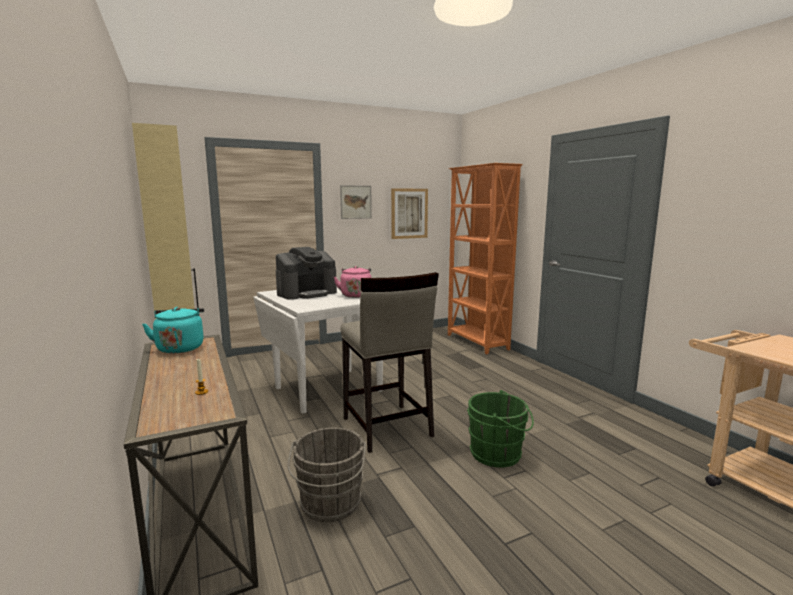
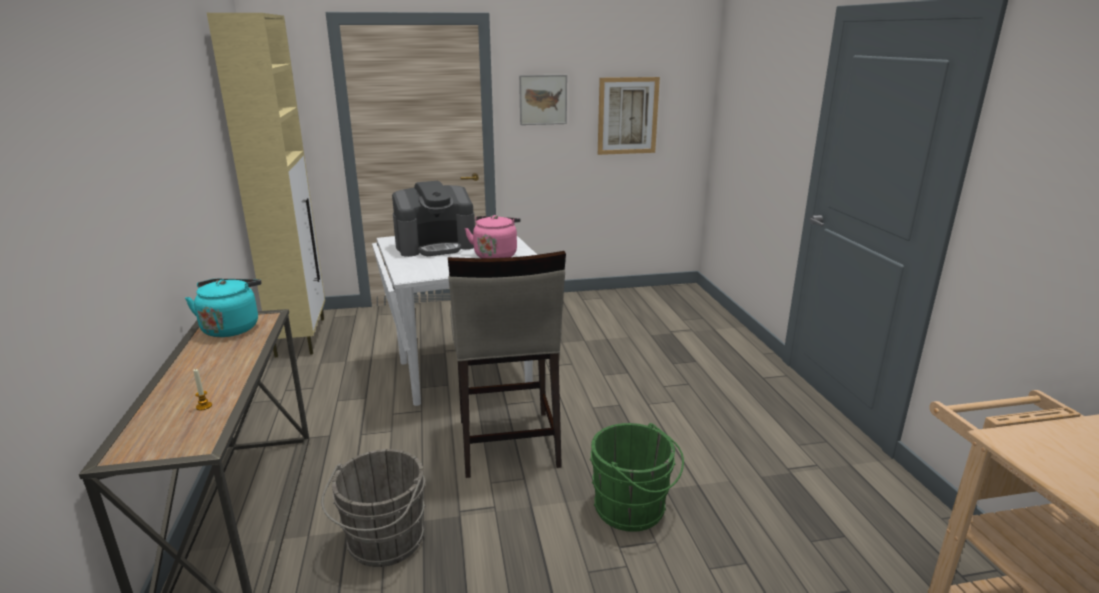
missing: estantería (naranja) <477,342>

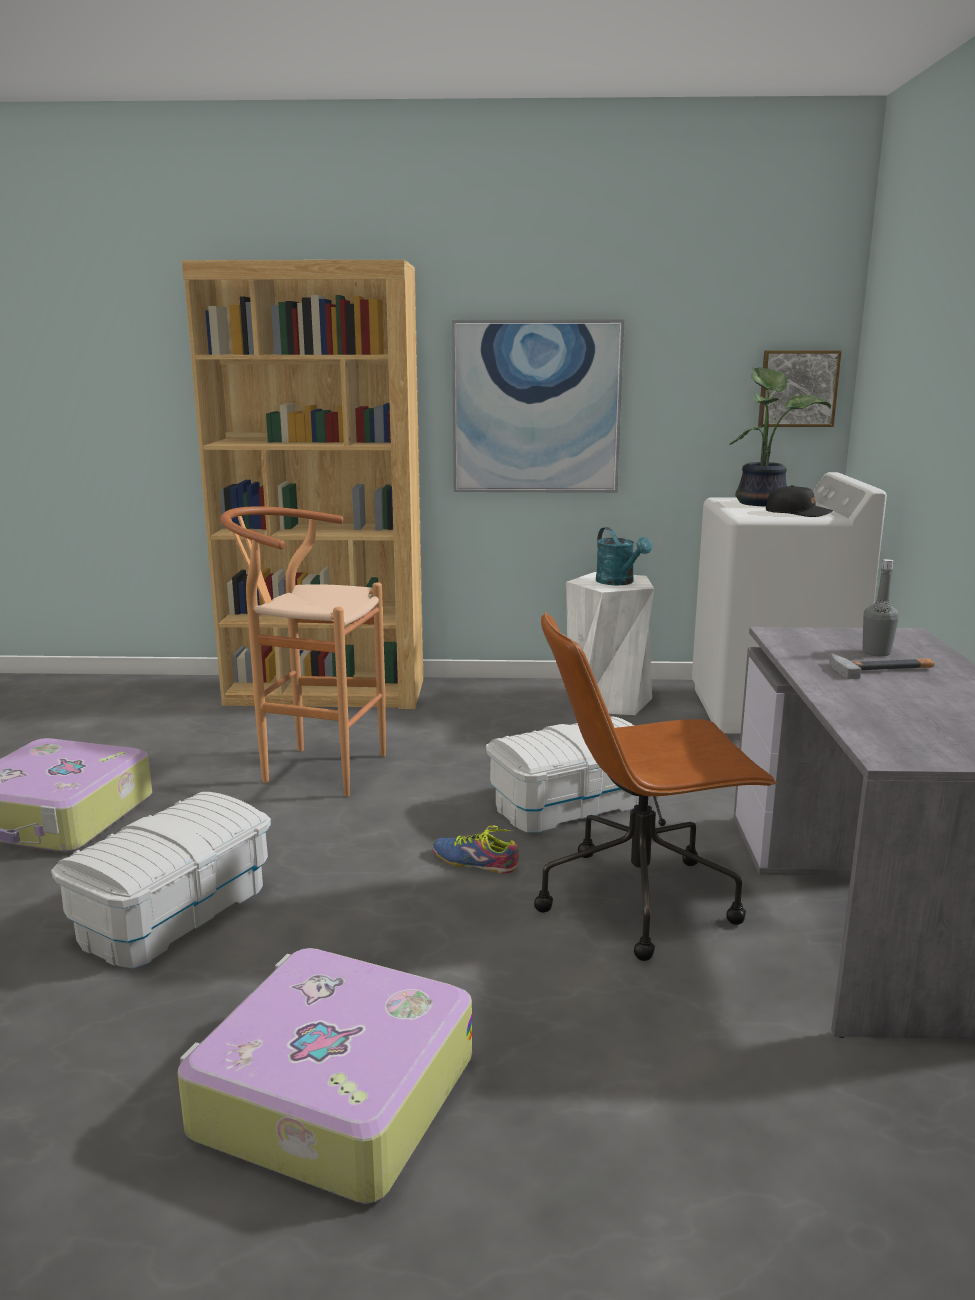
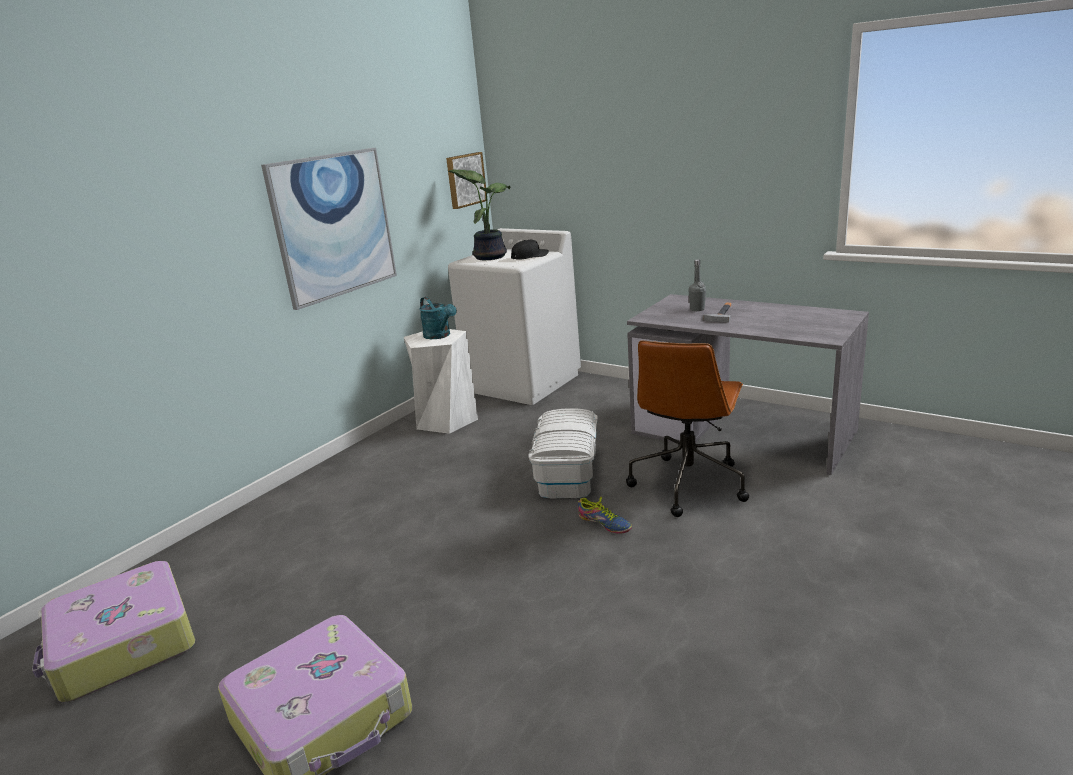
missing: caja de almacenaje (blanco) <173,912>; estantería (marrón) <326,693>; taburete (marrón) <313,768>
relocated: maleta <331,1096> to <122,645>
spun: zapato <474,862> = <604,523> 105 degrees counterclockwise; regadera (turquesa) <619,582> = <440,336> 45 degrees clockwise

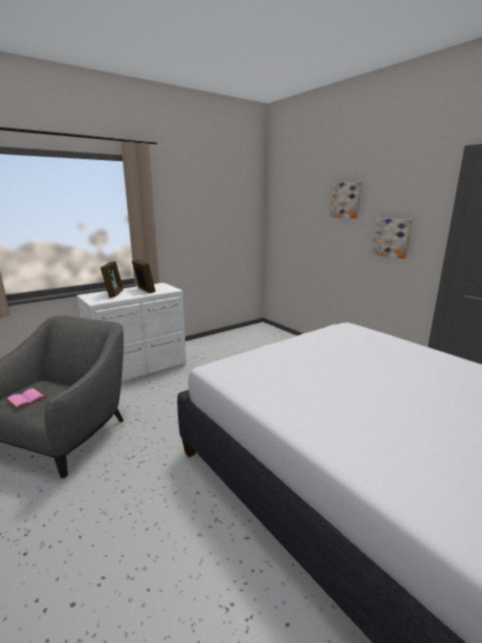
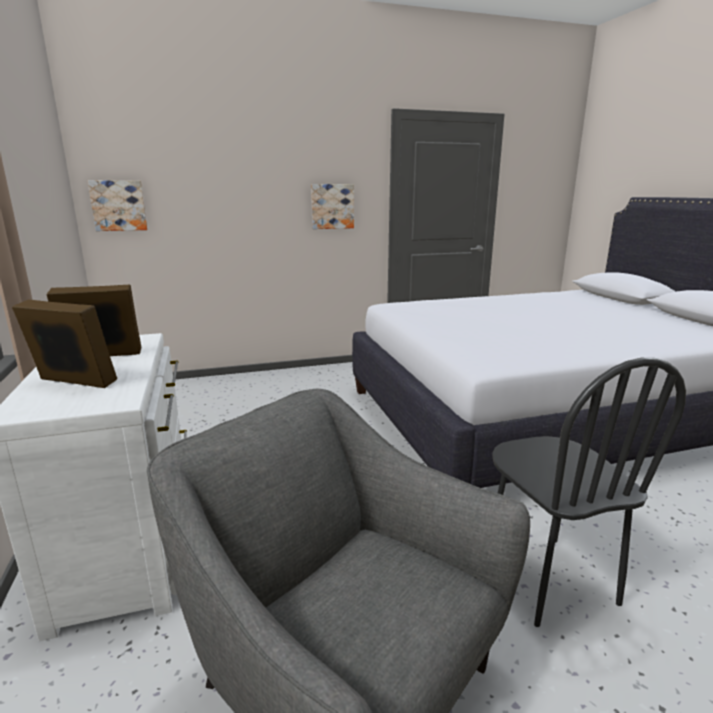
missing: libro (rosa) <26,400>
appeared: silla (negro) <548,578>
relocated: cuadro <346,200> to <119,205>

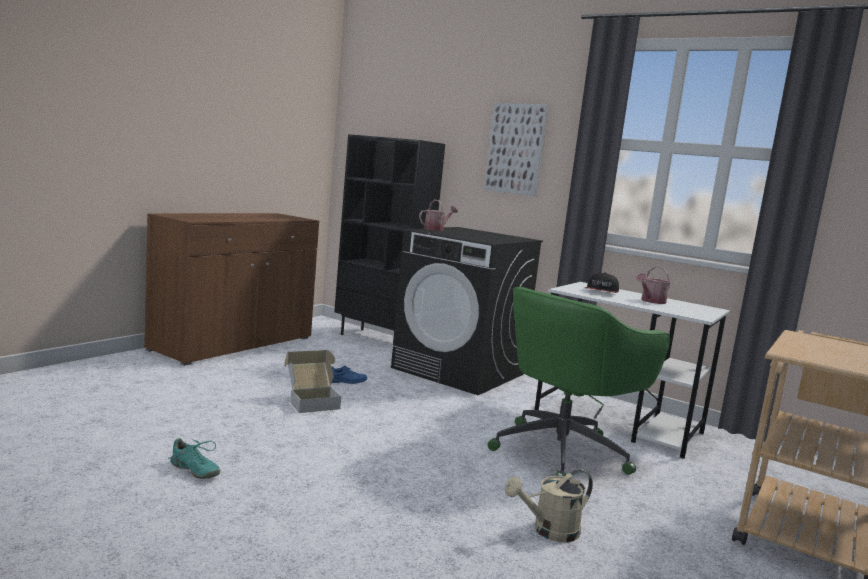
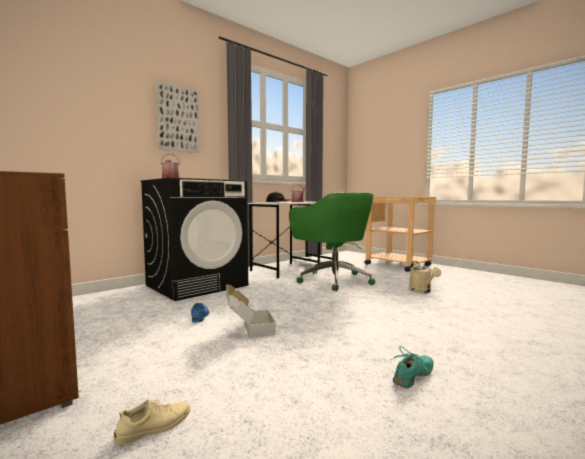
missing: estantería (negro) <379,339>
appeared: zapato (beis) <154,426>

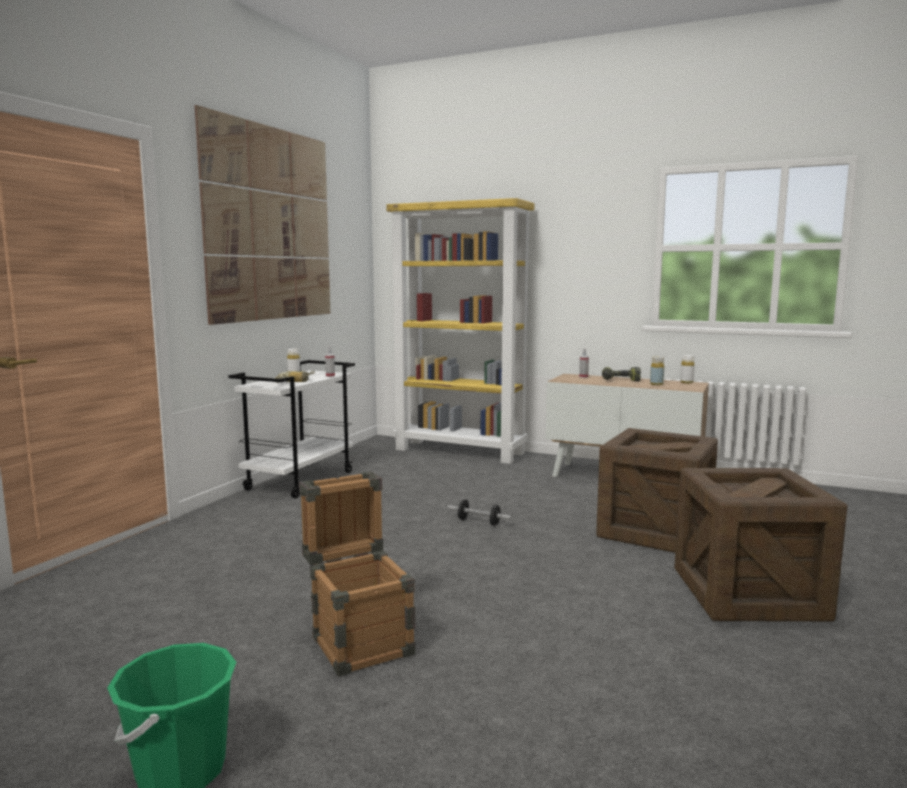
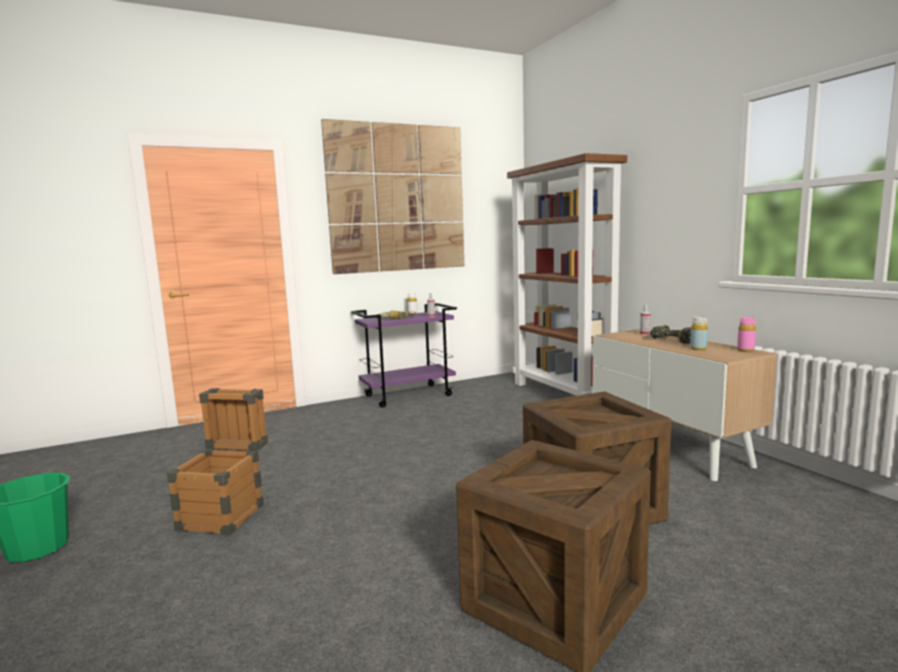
missing: mancuerna <479,522>
colour: carrito (blanco) <300,480> to carrito (morado) <408,395>; estantería (amarillo) <460,451> to estantería (marrón) <563,394>; botella (blanco) <686,382> to botella (rosa) <745,350>

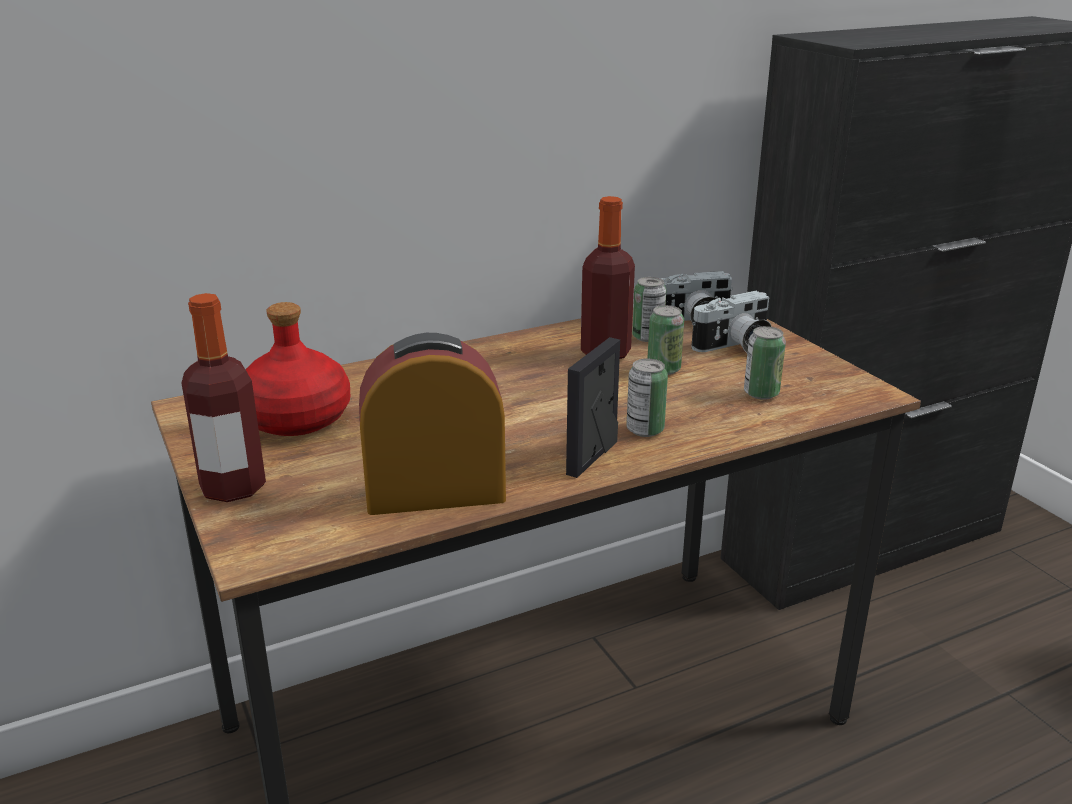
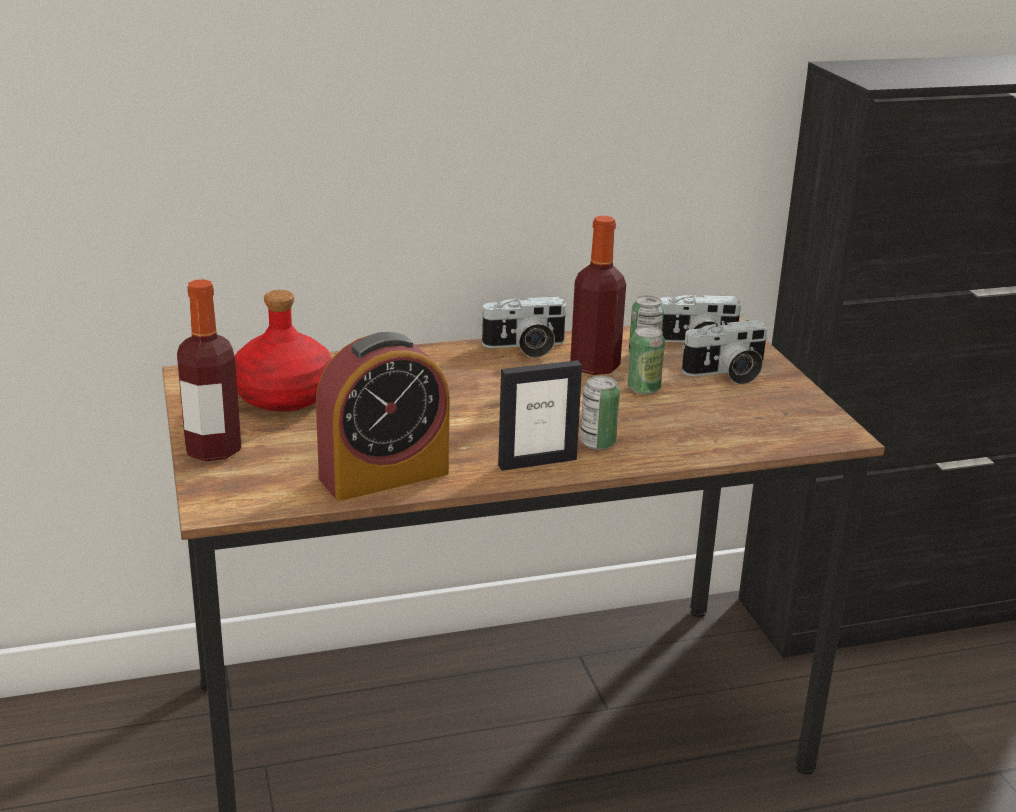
missing: lata <761,393>
appeared: cámara <525,348>
spun: despertador <435,493> = <384,475> 150 degrees clockwise; portarretratos <592,457> = <537,462> 150 degrees counterclockwise

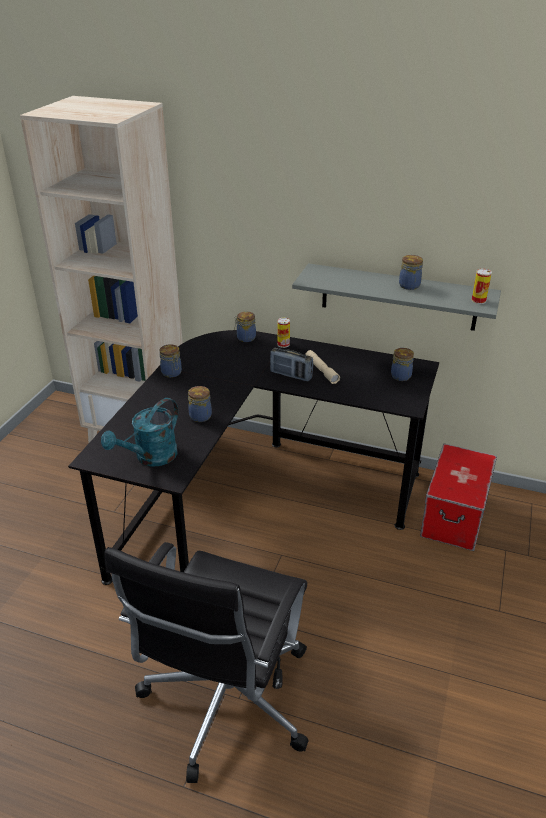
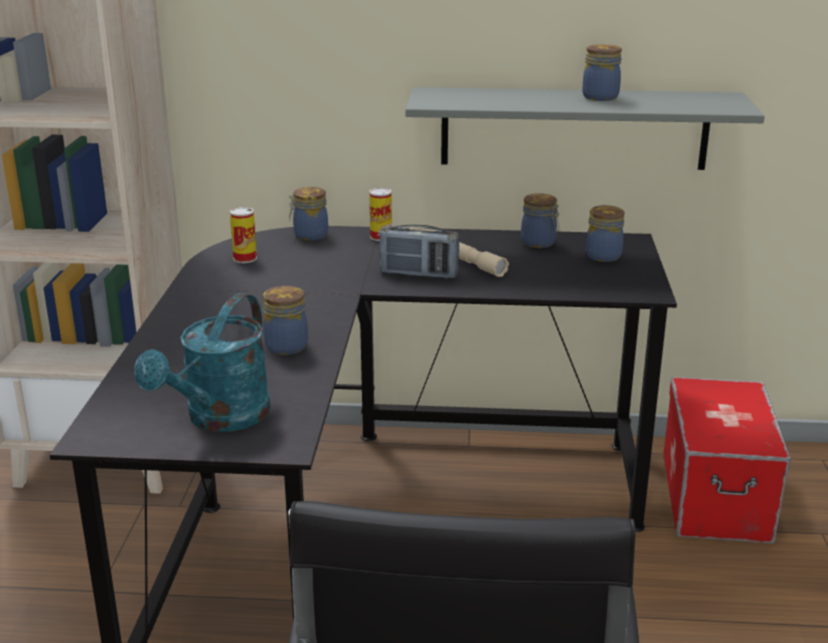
relocated: tarro <172,373> to <539,243>; lata <478,300> to <245,258>

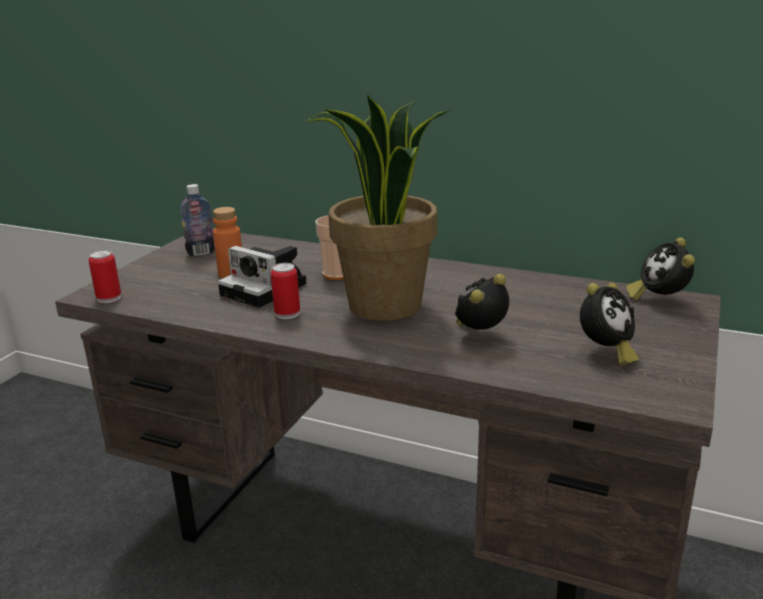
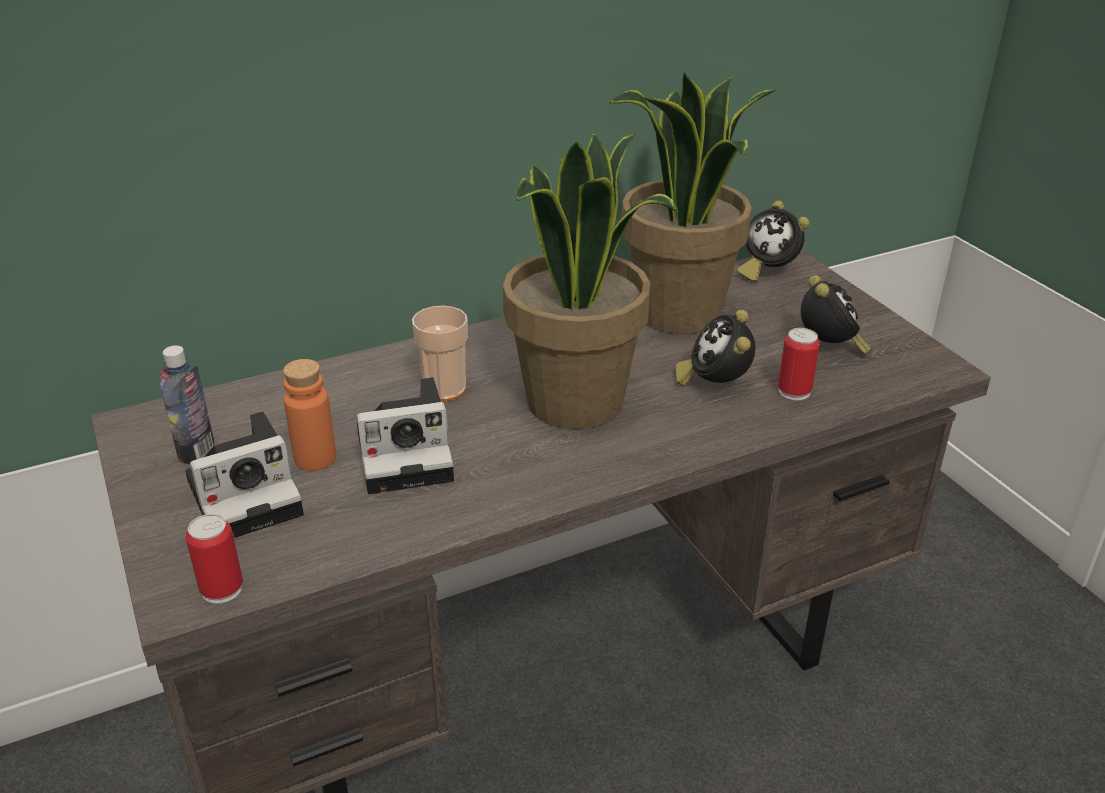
appeared: cámara <249,495>; planta en maceta <678,314>
relocated: lata <287,313> to <794,391>

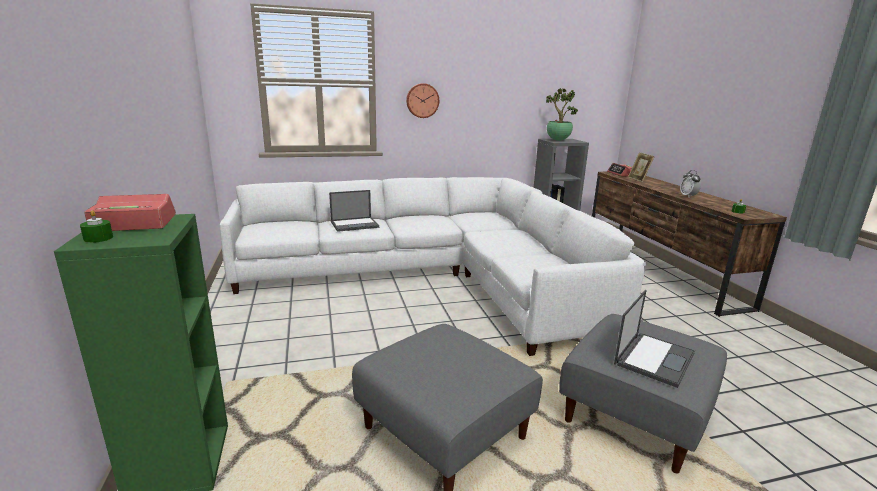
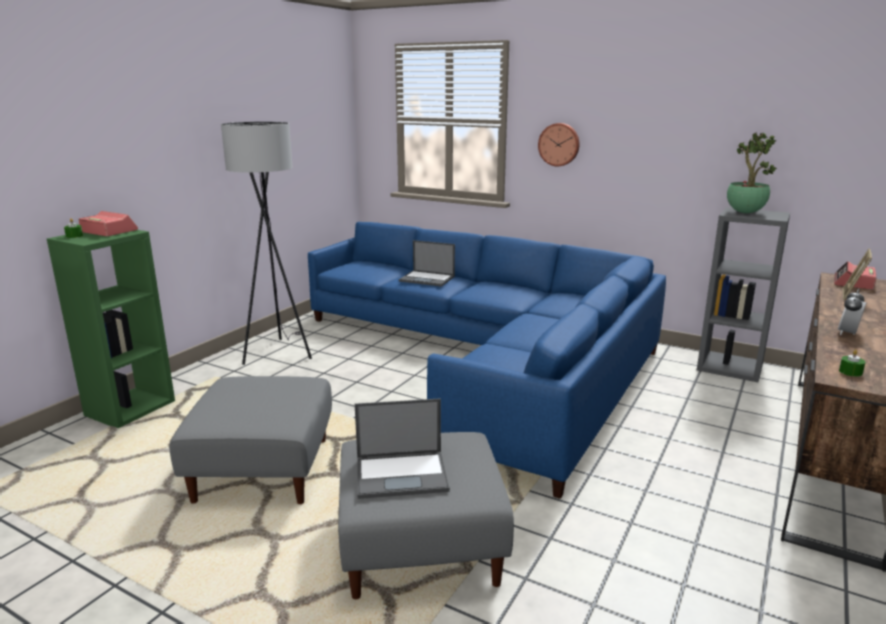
appeared: lámpara de pie (gris) <278,352>
colour: sofá (blanco) <432,277> to sofá (azul) <490,359>

